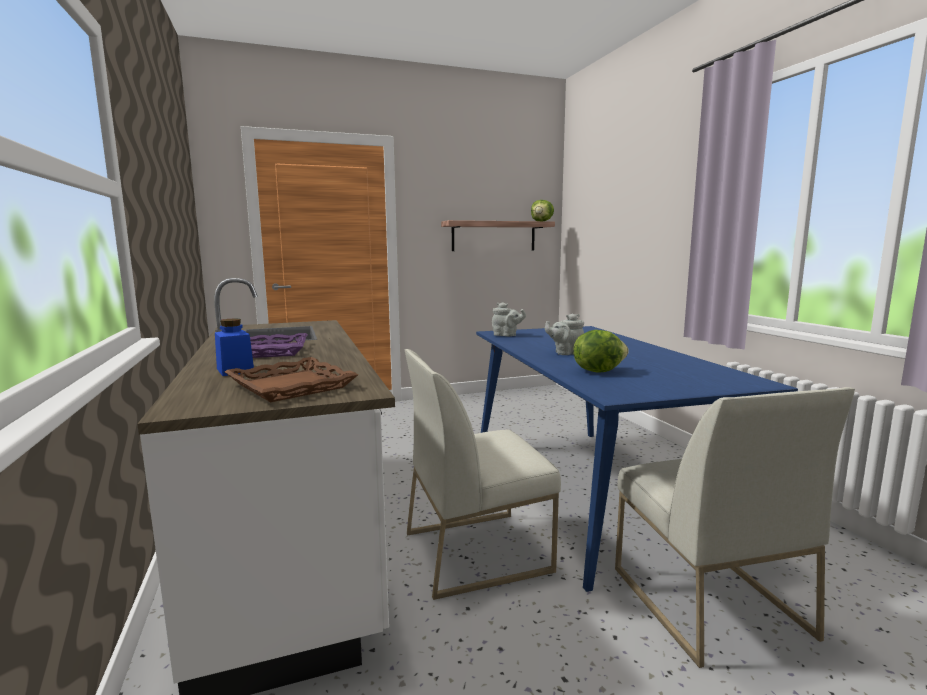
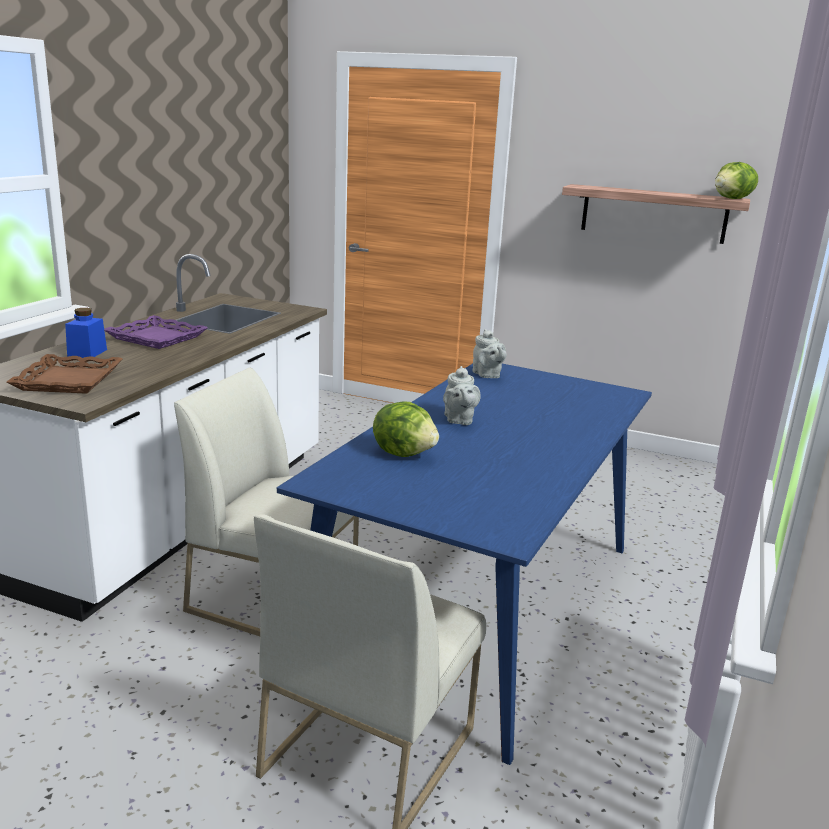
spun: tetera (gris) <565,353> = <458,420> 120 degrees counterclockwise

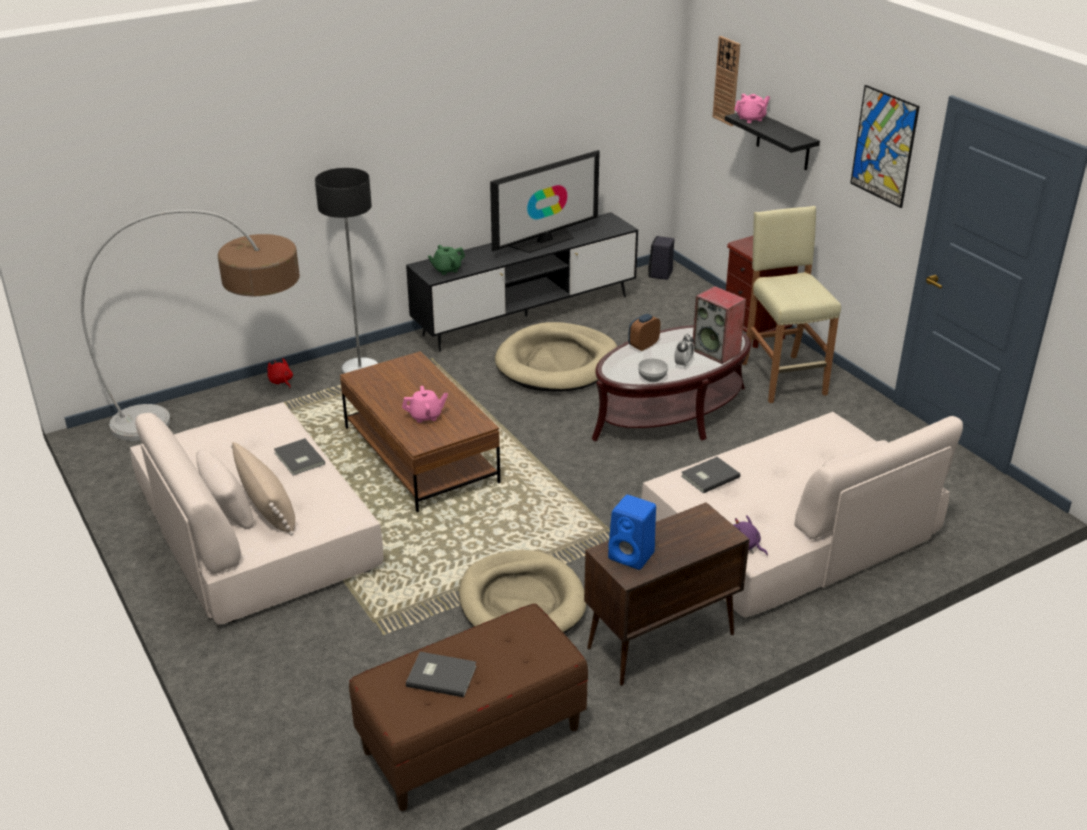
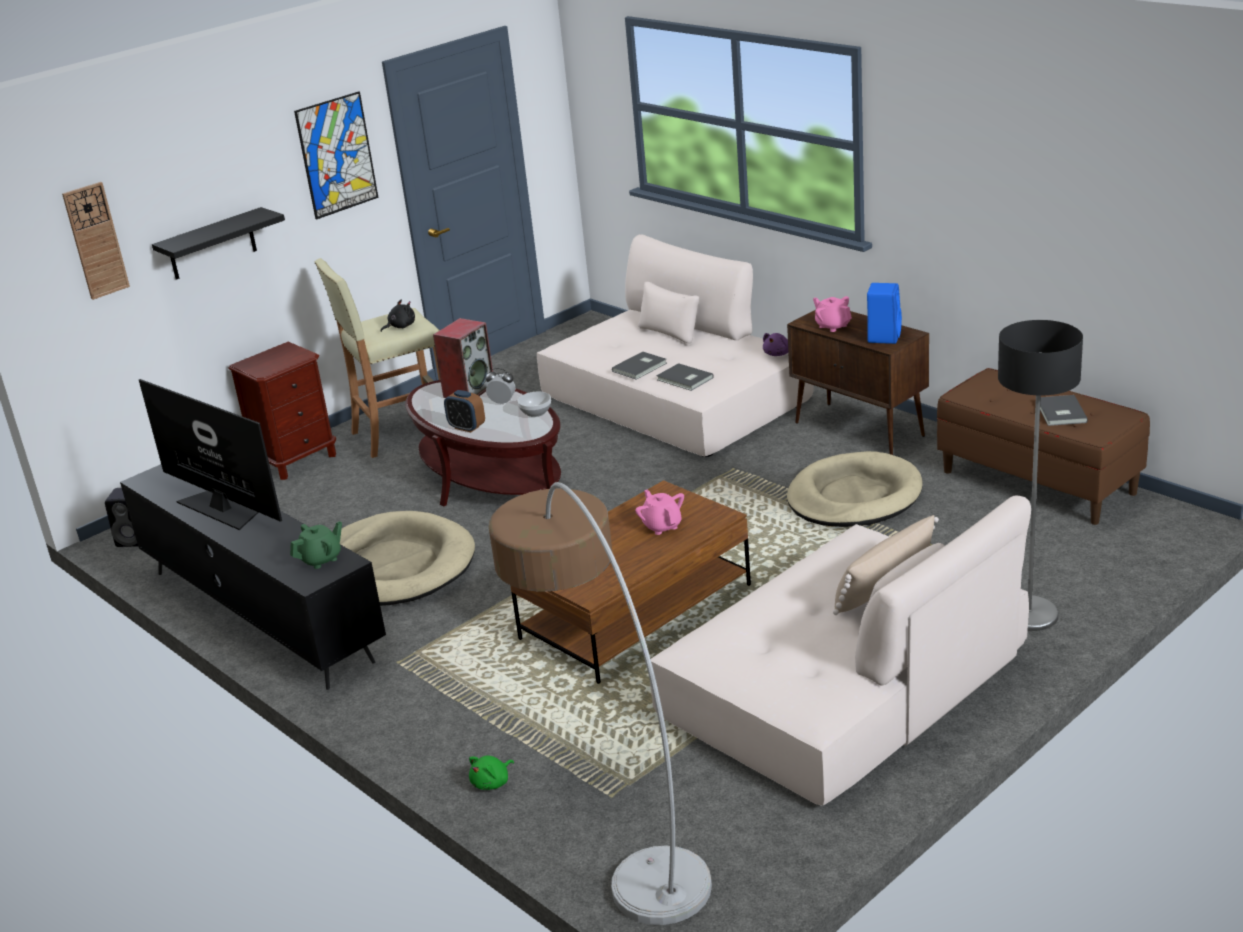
appeared: peluche (negro) <400,327>
relocated: libro (gris) <298,459> to <641,367>; lámpara de pie <359,369> to <1029,615>; tetera (rosa) <751,119> to <832,326>
colour: peluche (rojo) <281,382> to peluche (verde) <492,782>
spun: tetera (verde) <446,270> = <321,559> 90 degrees counterclockwise

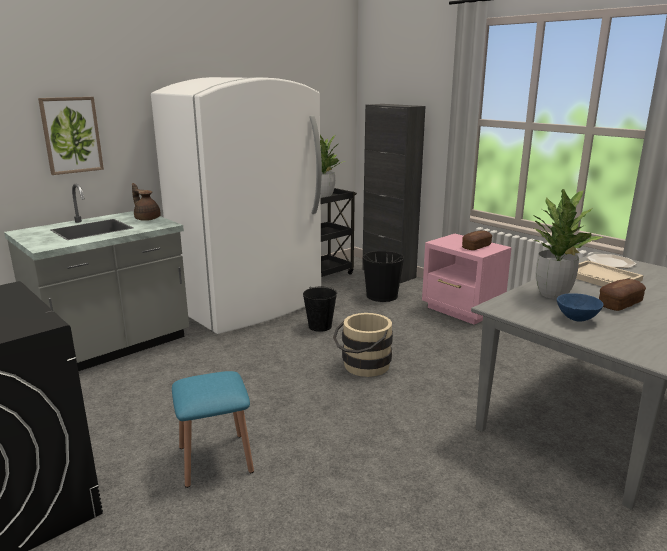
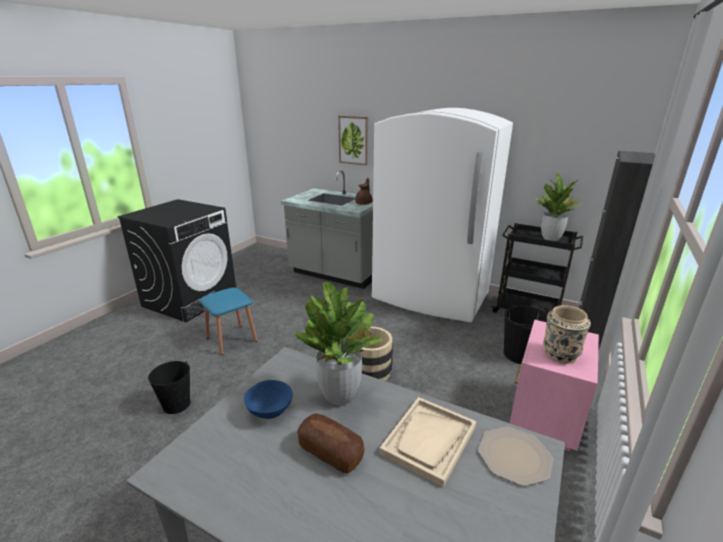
relocated: cubo (negro) <320,326> to <176,404>
exchanged: pan <476,246> to florero (beis) <560,354>

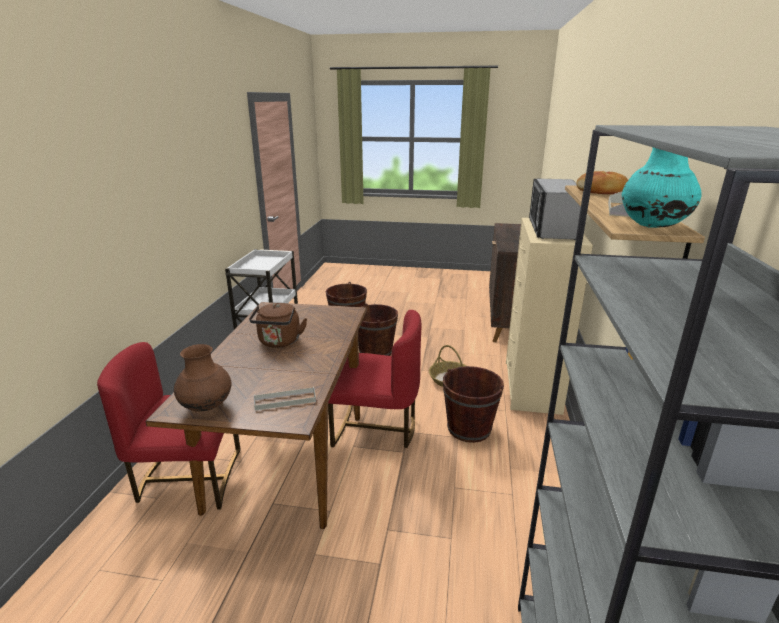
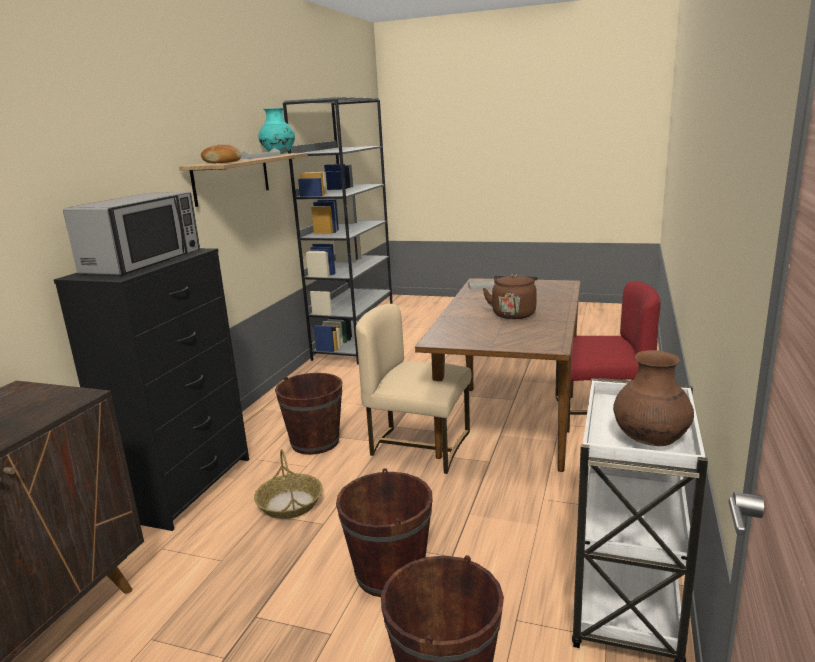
relocated: florero (marrón) <207,406> to <650,441>
colour: silla (rojo) <376,428> to silla (beis) <418,446>; cómoda (beis) <531,387> to cómoda (negro) <186,486>

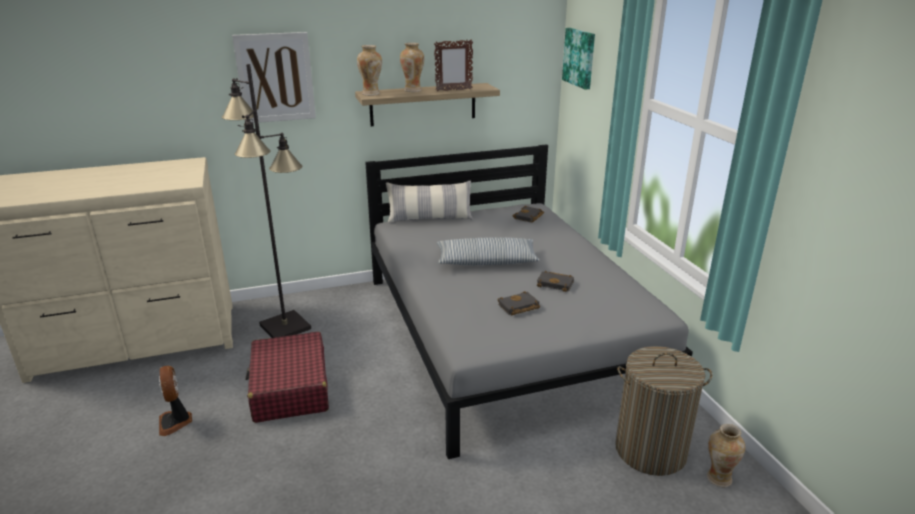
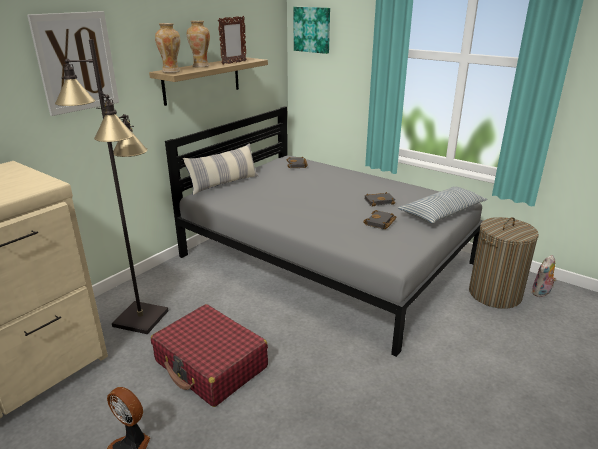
relocated: cojín <486,261> to <442,213>
exchanged: florero <718,478> to peluche <541,293>

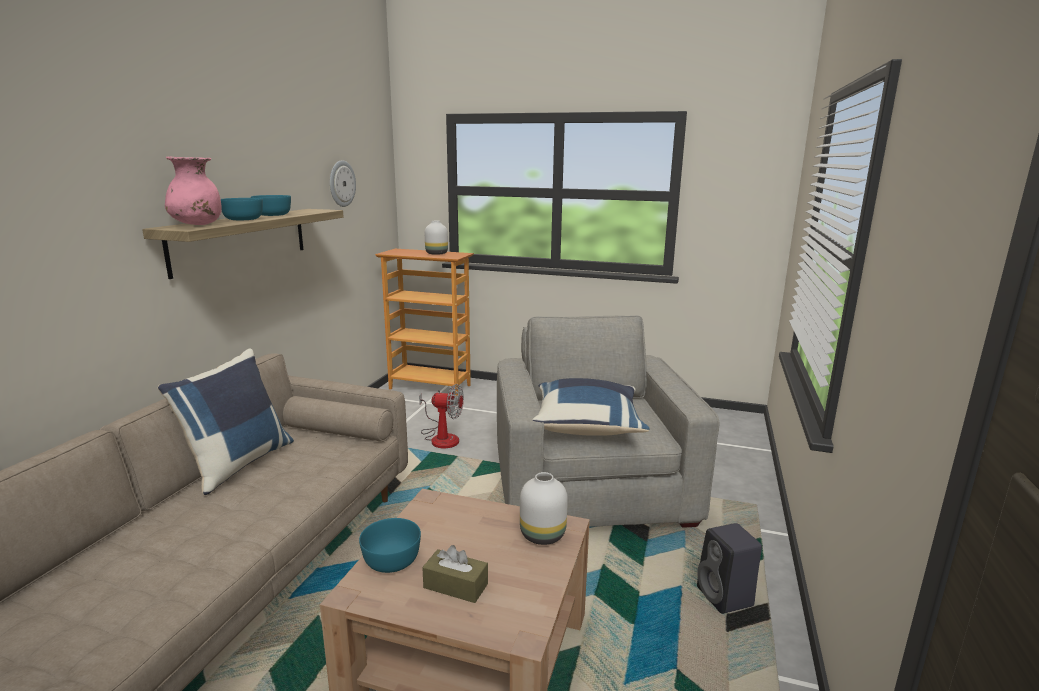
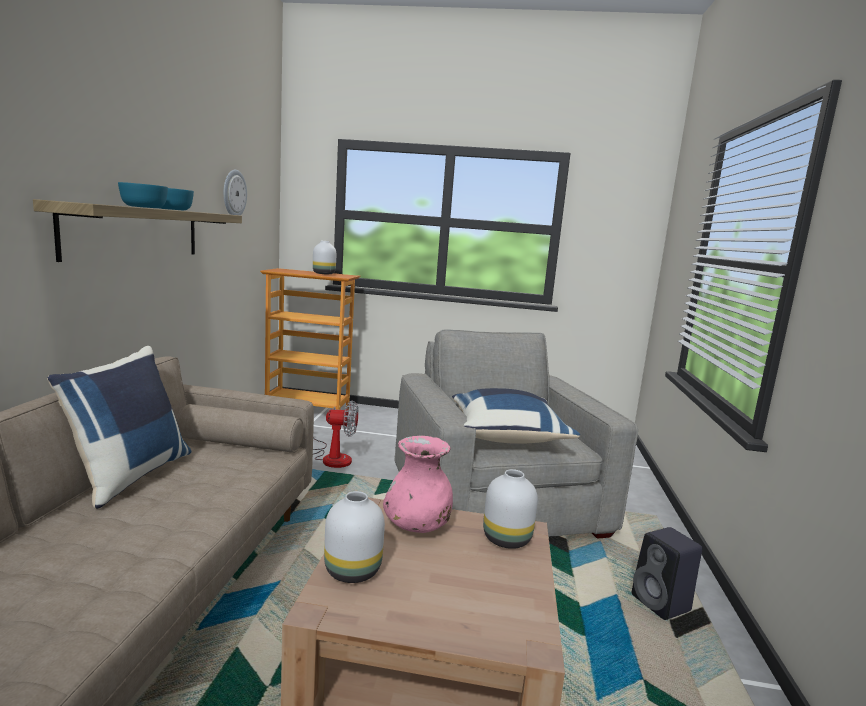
missing: caja de pañuelos (marrón) <455,586>
relocated: florero (rosa) <197,225> to <417,526>
exchanged: cuenco (turquesa) <390,560> to florero (blanco) <351,571>

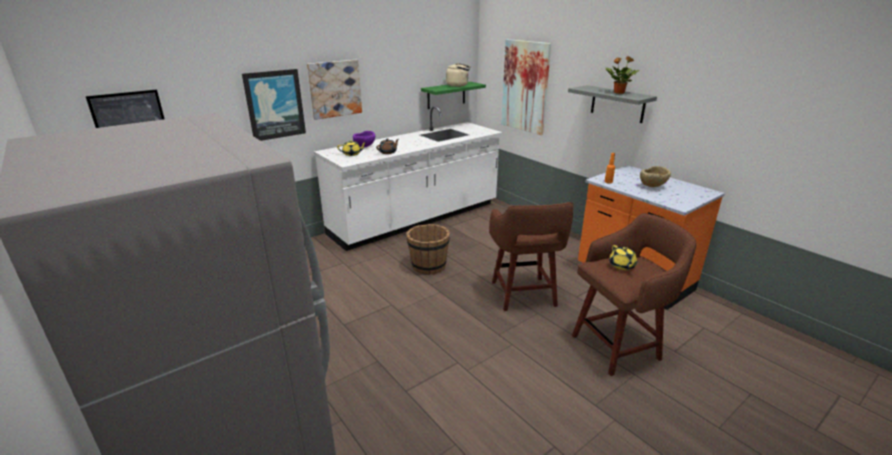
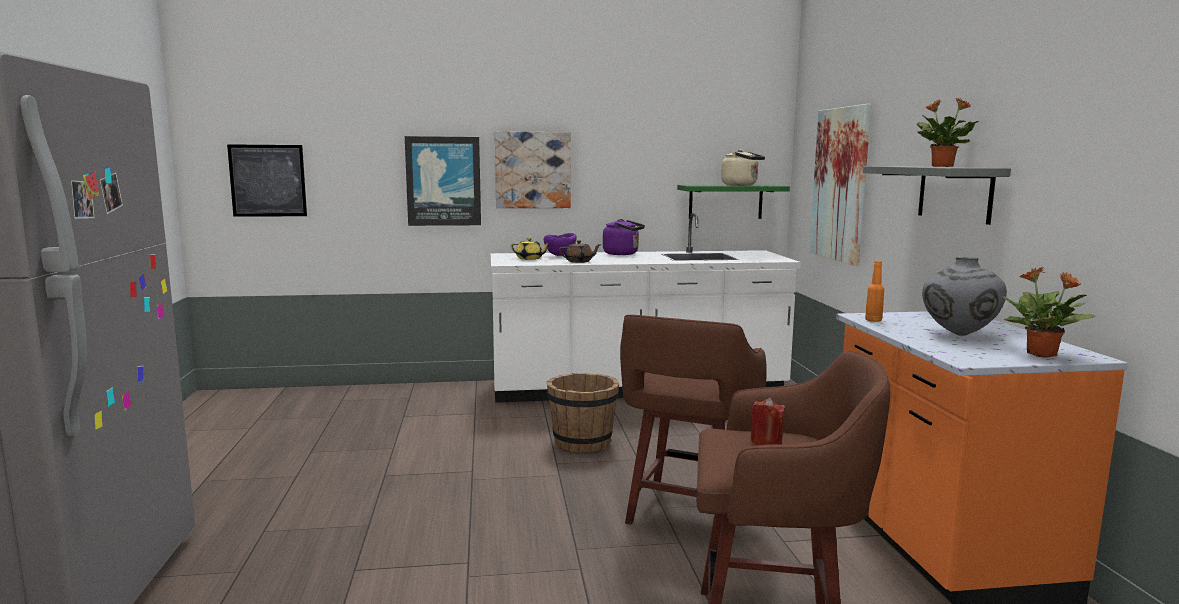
appeared: hervidor (morado) <623,254>; planta en maceta <1042,355>
exchanged: tetera (amarillo) <622,266> to vela (rojo) <766,441>; cuenco (beis) <652,186> to florero (gris) <958,335>

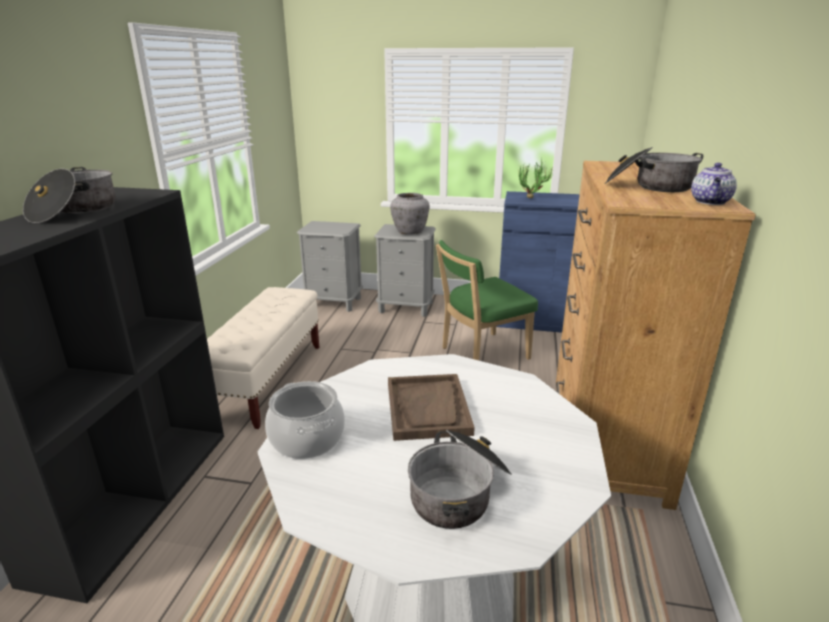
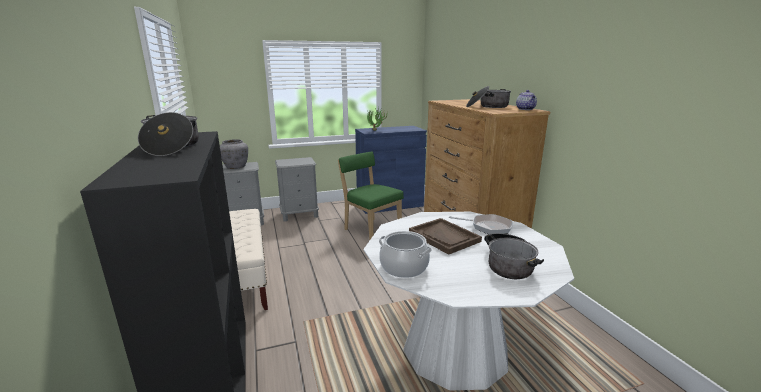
appeared: sartén <488,227>
relocated: florero (gris) <410,231> to <236,167>
spun: silla (verde) <481,354> = <370,229> 105 degrees clockwise

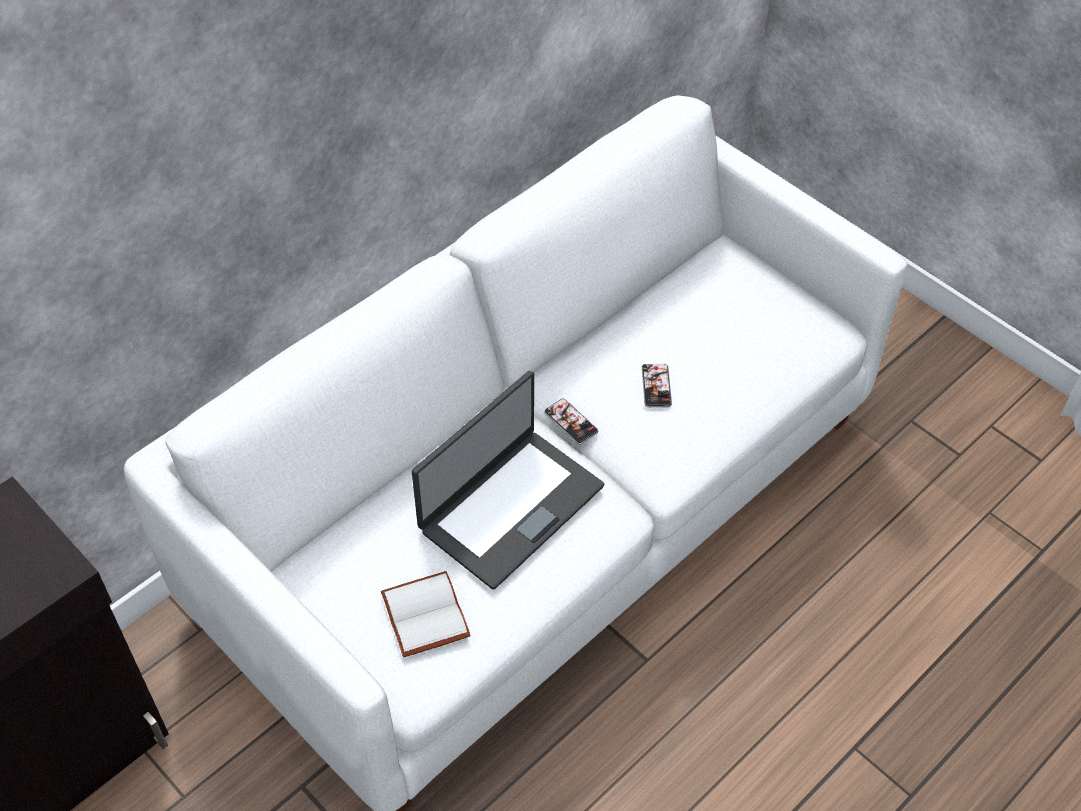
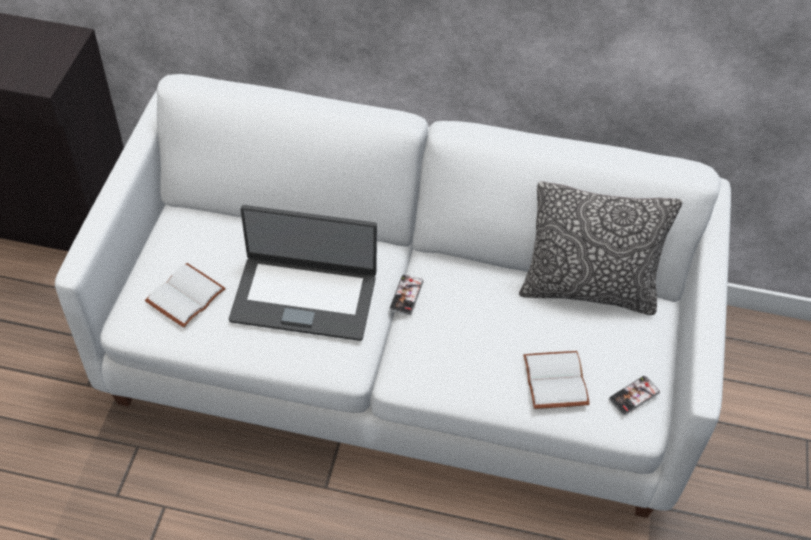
appeared: cojín <587,290>; libro (blanco) <557,381>
relocated: móvil <656,386> to <634,396>

